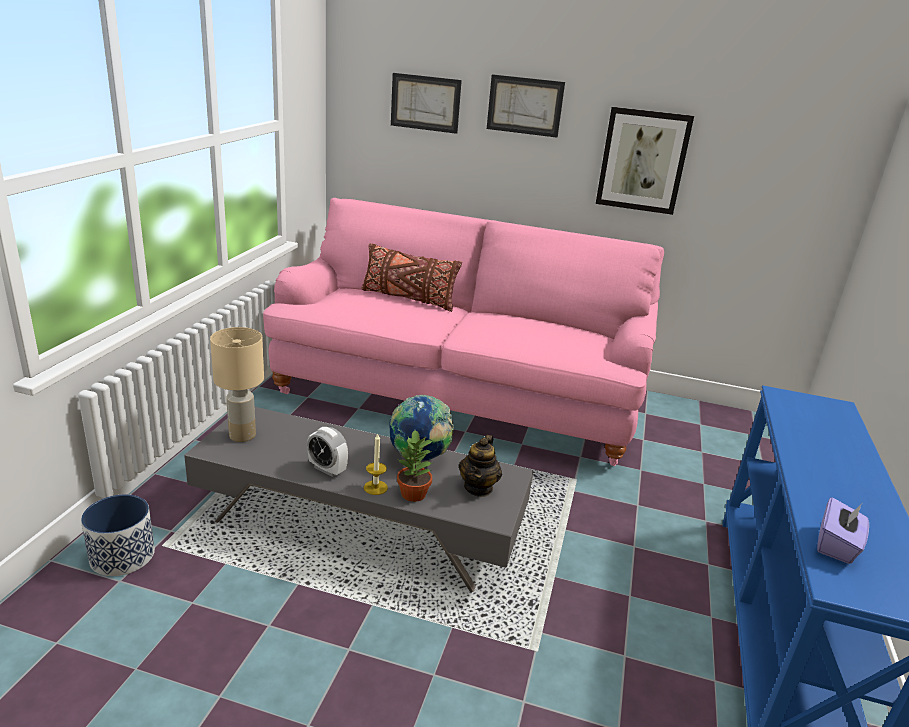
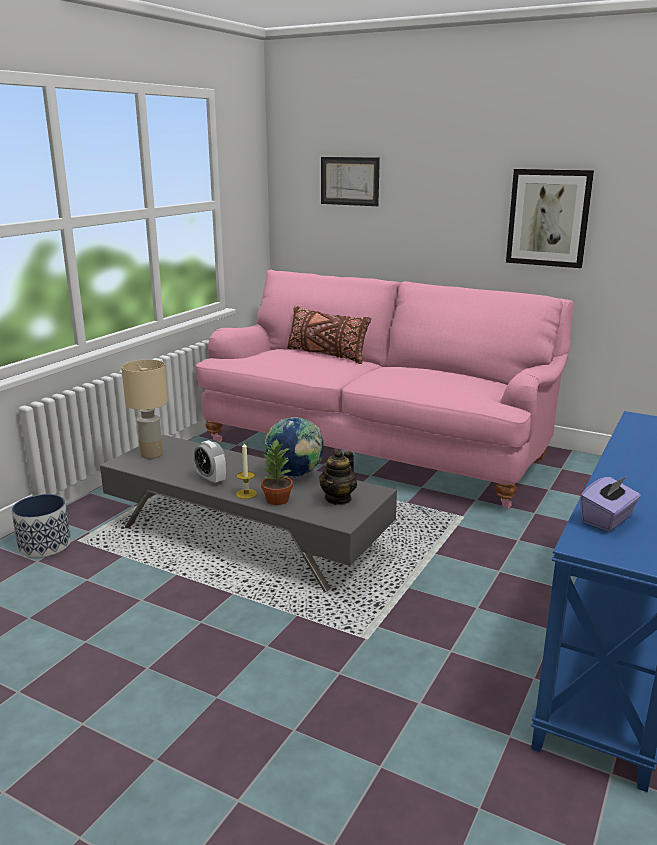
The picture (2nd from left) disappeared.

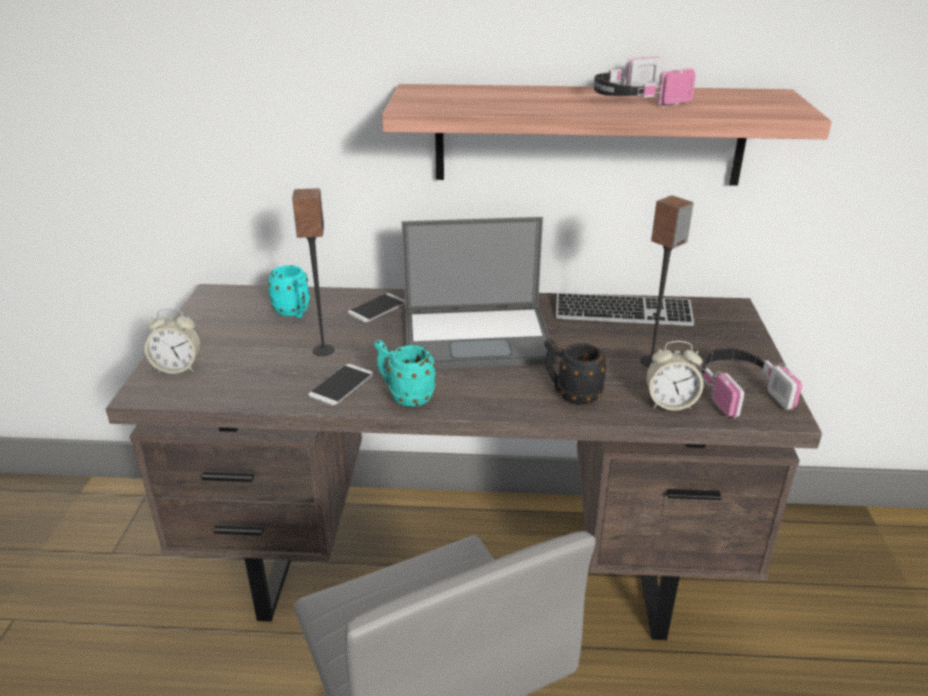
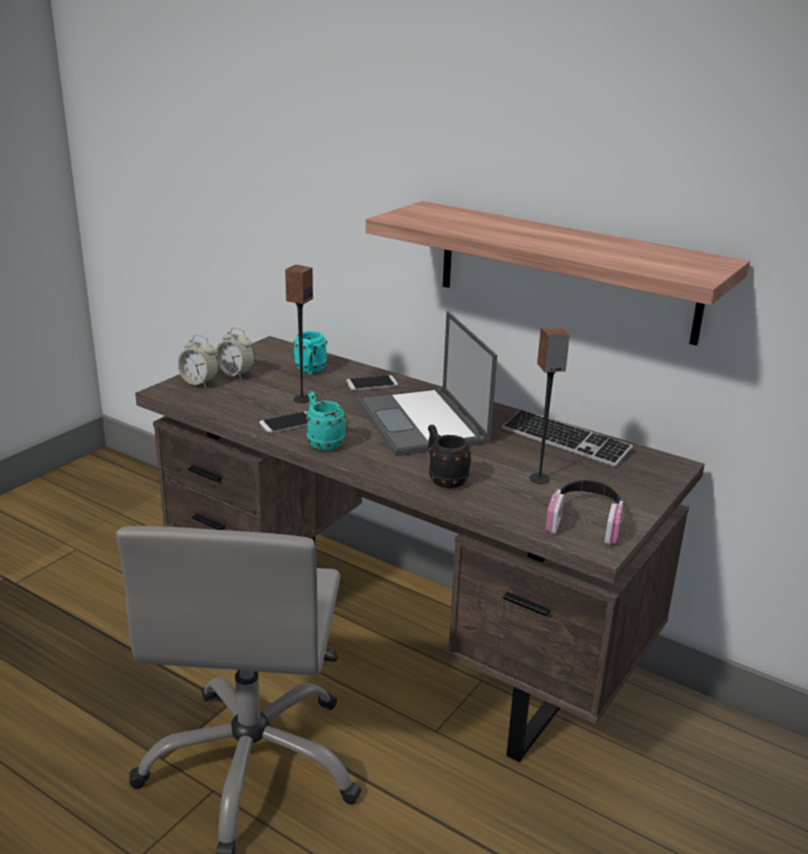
The headphones (1st from left) disappeared.
The alarm clock (2nd from left) moved.
The laptop turned 45 degrees clockwise.

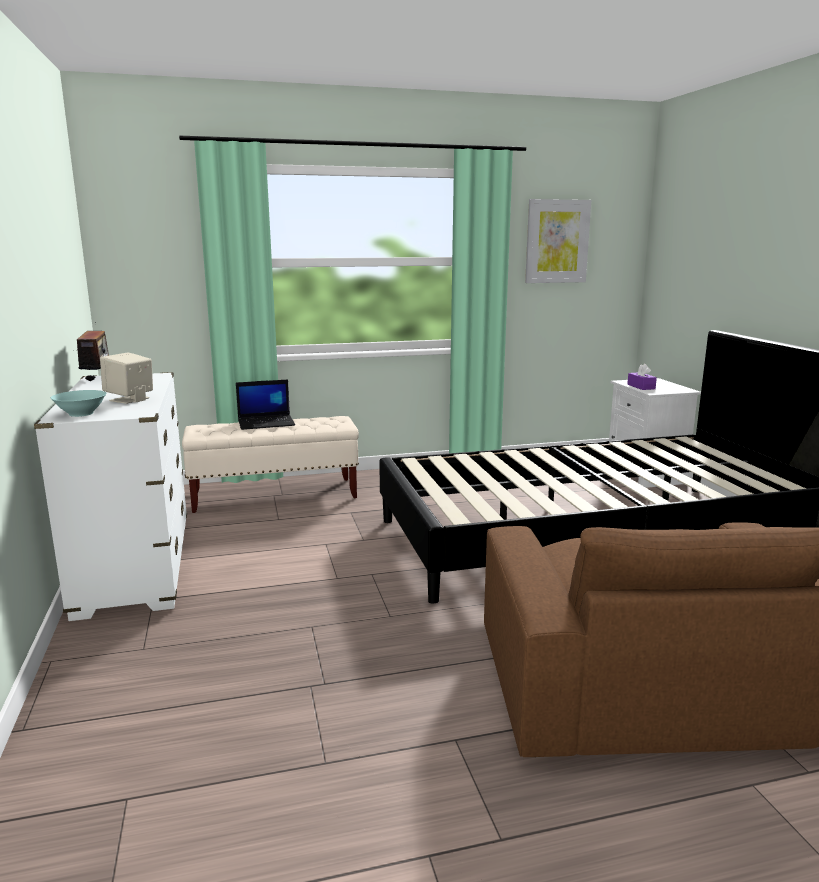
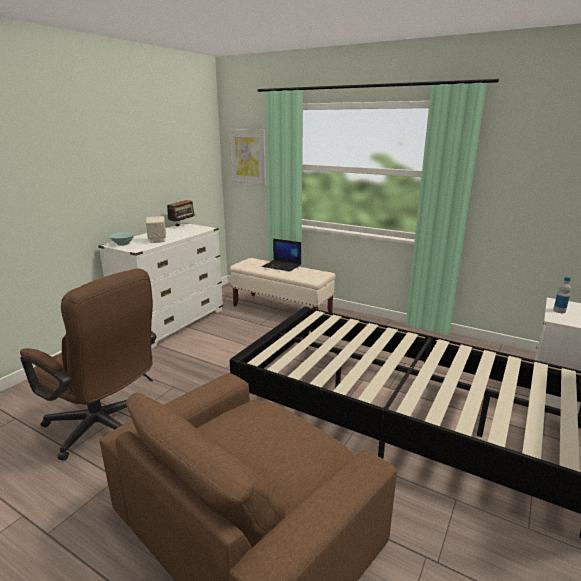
The brown office chair appeared.
The picture moved.
The purple tissue box was replaced by the bottle.

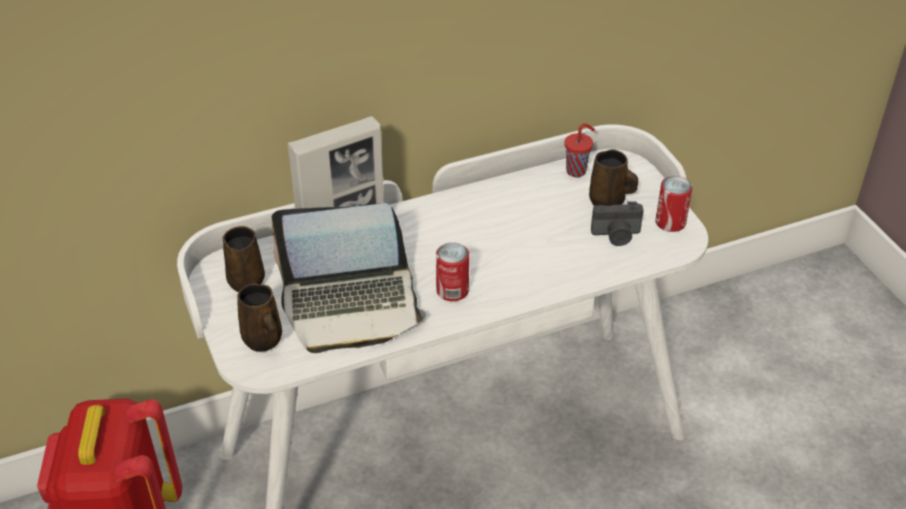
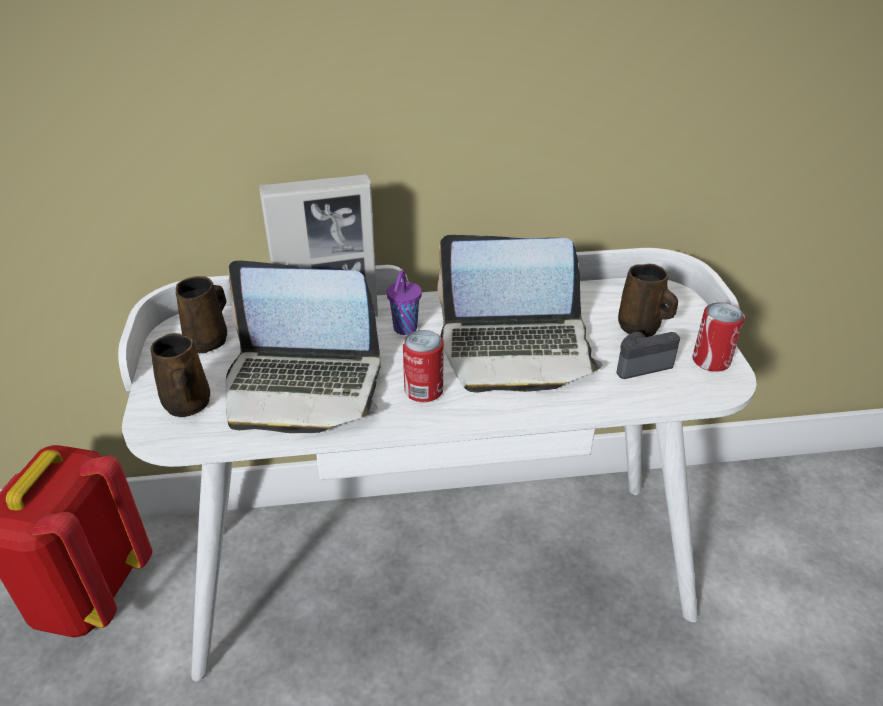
The red cup disappeared.
The purple cup appeared.
The laptop (2nd from left) appeared.
The photo camera turned 150 degrees clockwise.

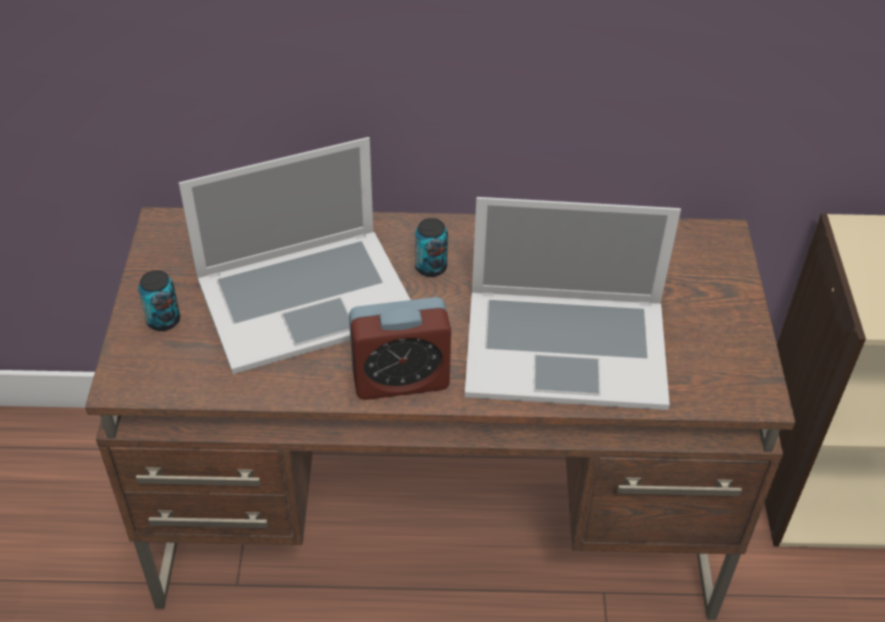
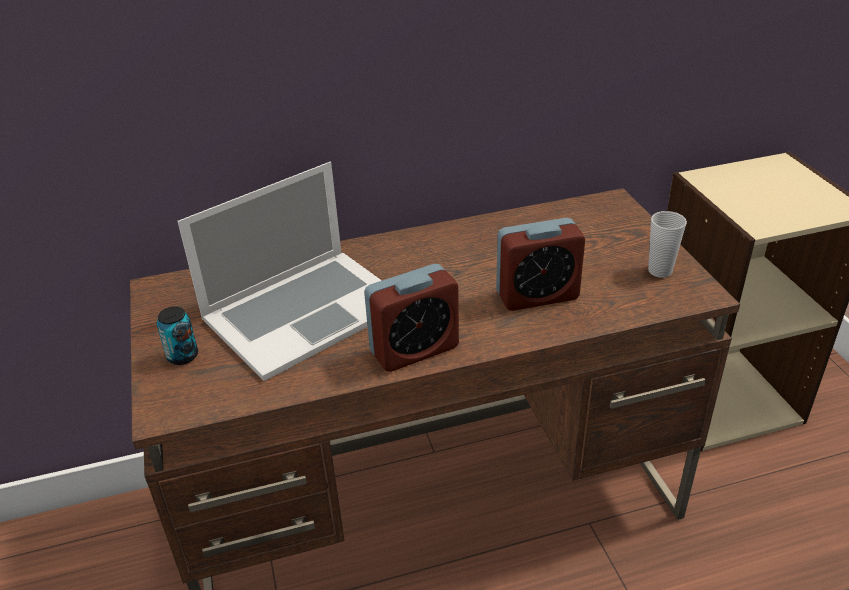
The can (2nd from left) disappeared.
The cup appeared.
The laptop (2nd from left) was replaced by the alarm clock (2nd from left).

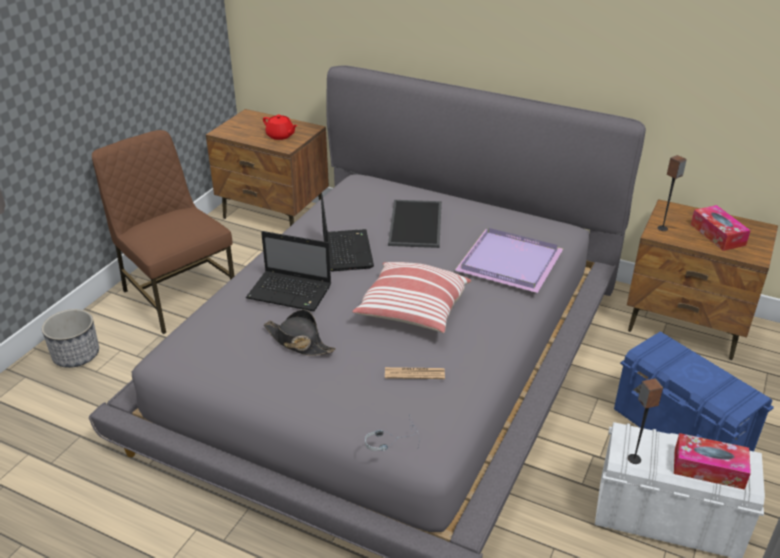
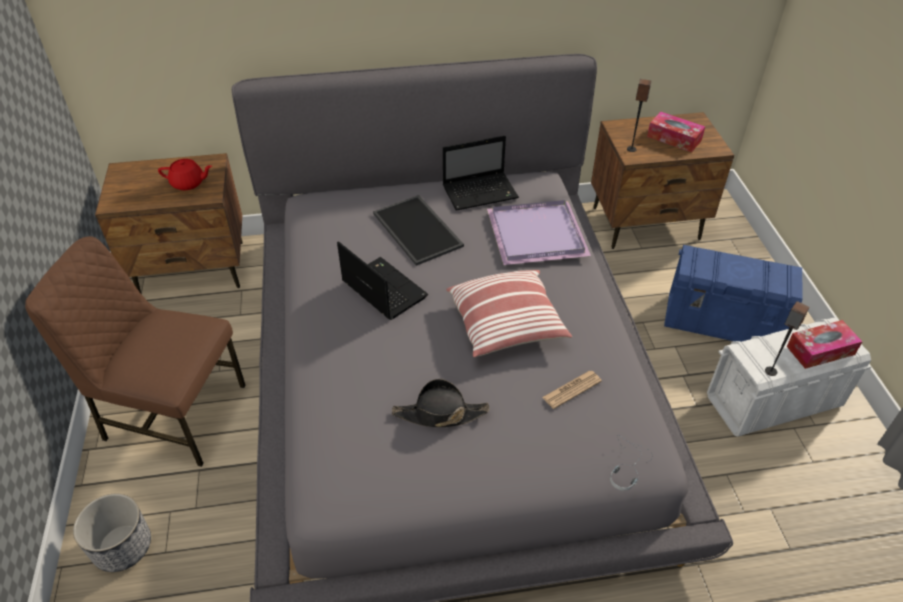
The laptop (1st from left in the first image) moved.

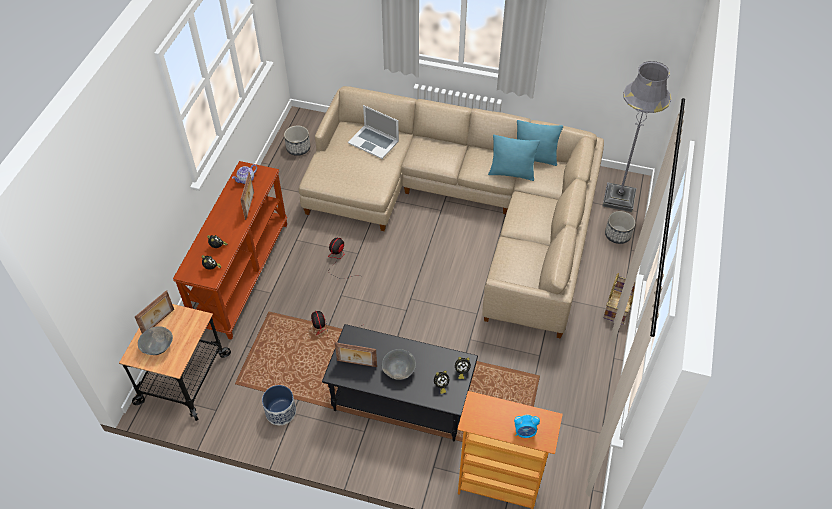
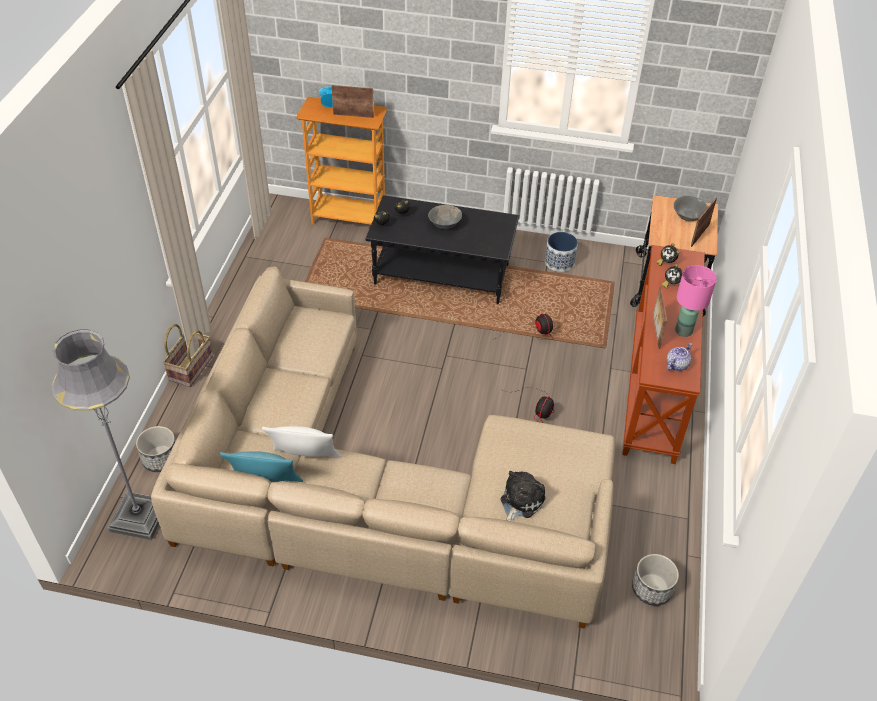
The pink table lamp appeared.
The picture frame (3rd from left in the first image) moved.
The laptop was replaced by the plush toy.
The turquoise pillow (1st from left) became the white pillow.

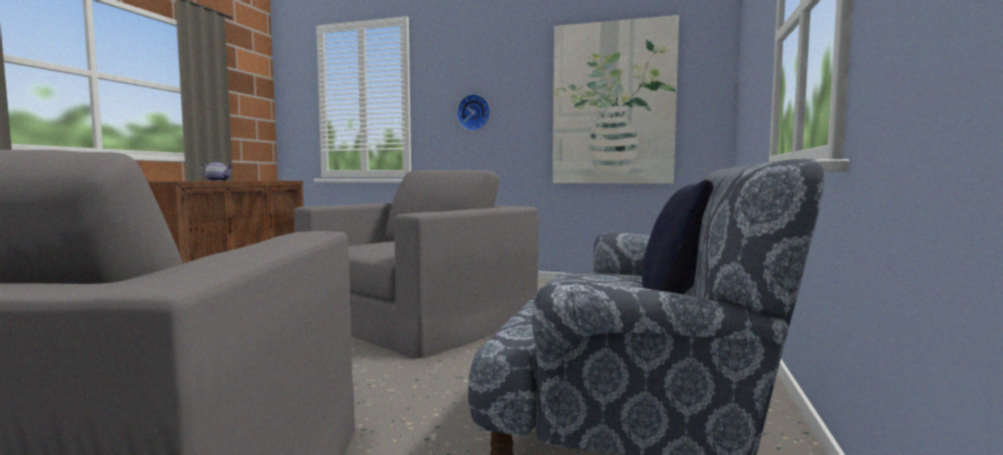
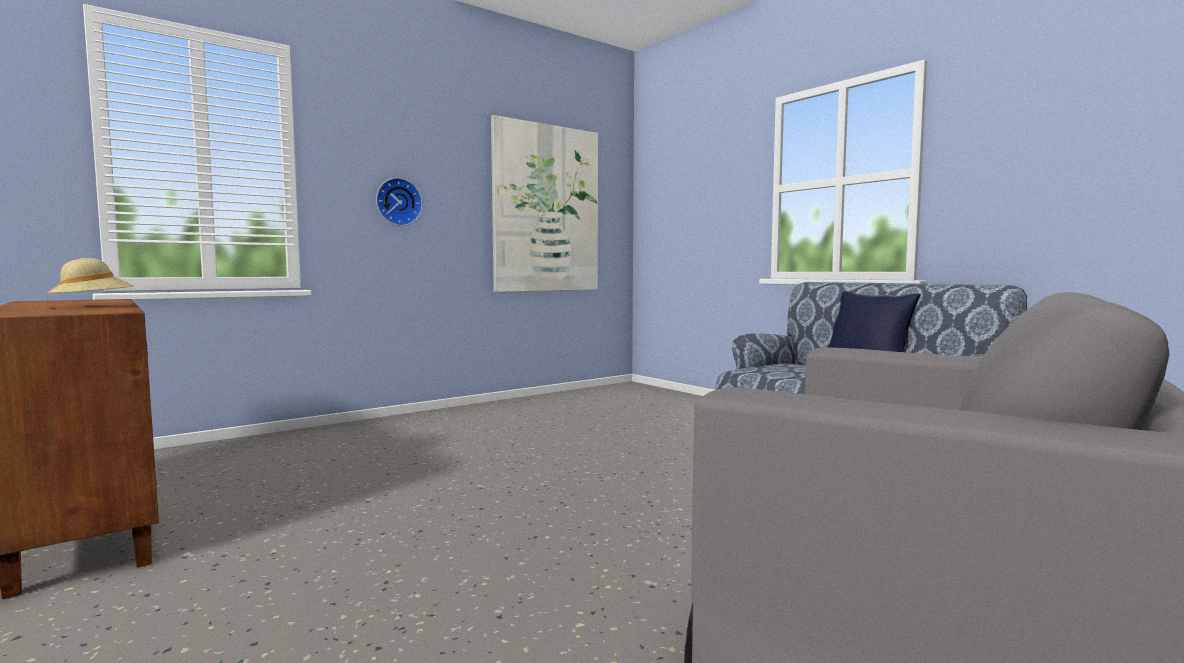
The grey armchair (2nd from left) disappeared.
The teapot was replaced by the beige hat.

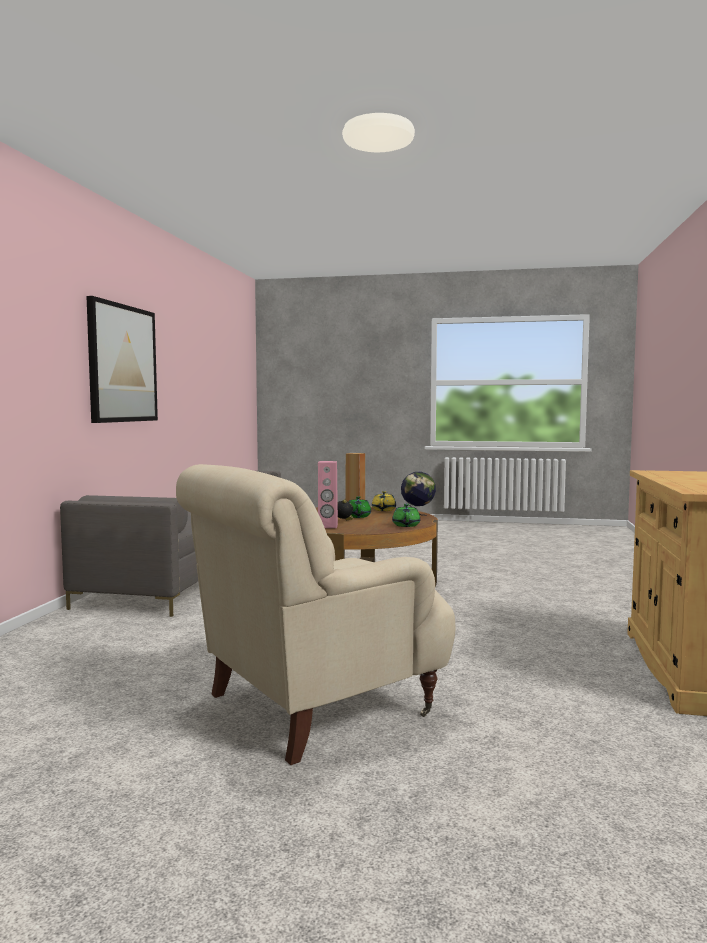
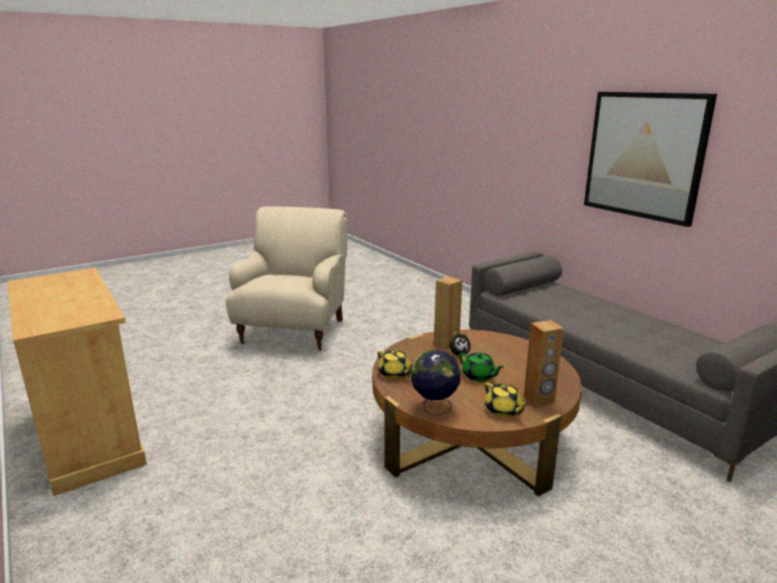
The pink speaker became the brown speaker (1st from left).
The green teapot (2nd from left) became the yellow teapot (1st from left).

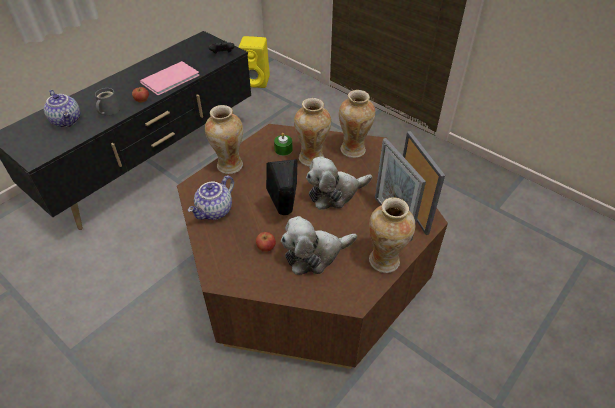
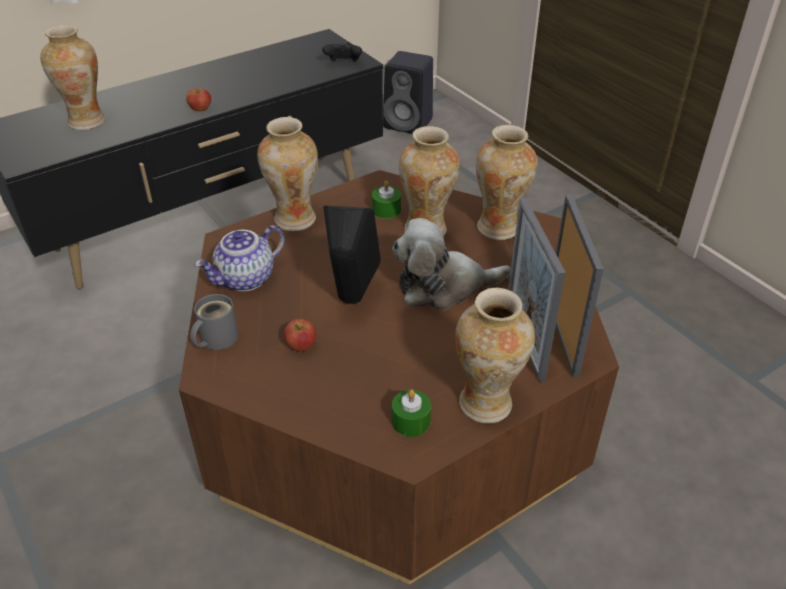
The pink book disappeared.
The plush toy (1st from left) disappeared.
The green candle (2nd from left) appeared.
The grey mug moved.
The teapot (1st from left) was replaced by the vase (1st from left).
The yellow speaker became the black speaker (2nd from left).

